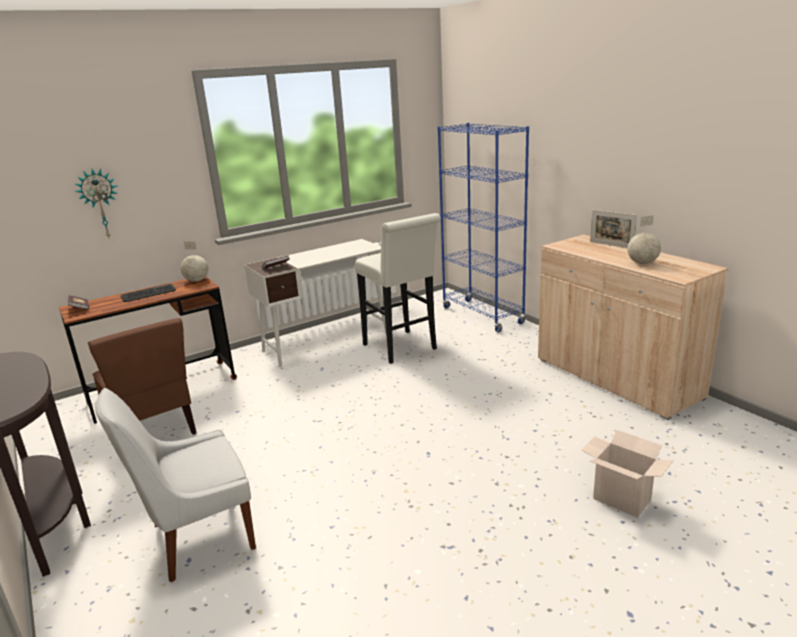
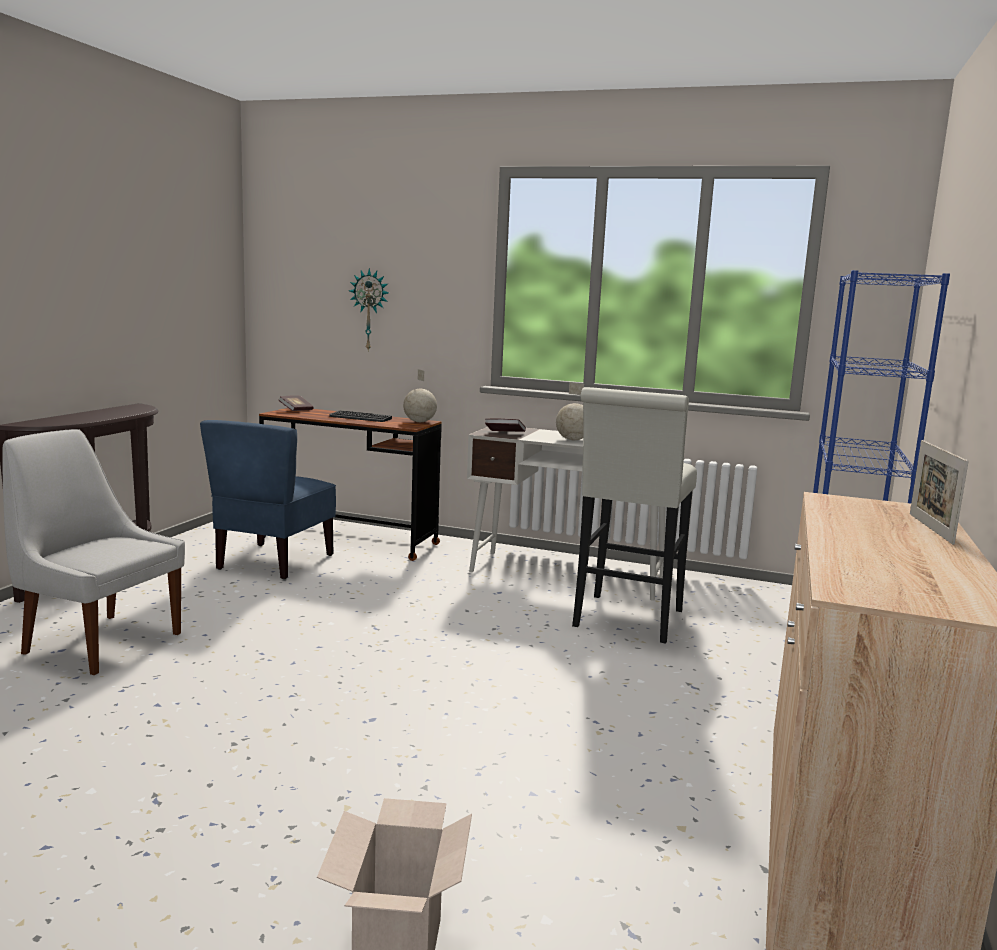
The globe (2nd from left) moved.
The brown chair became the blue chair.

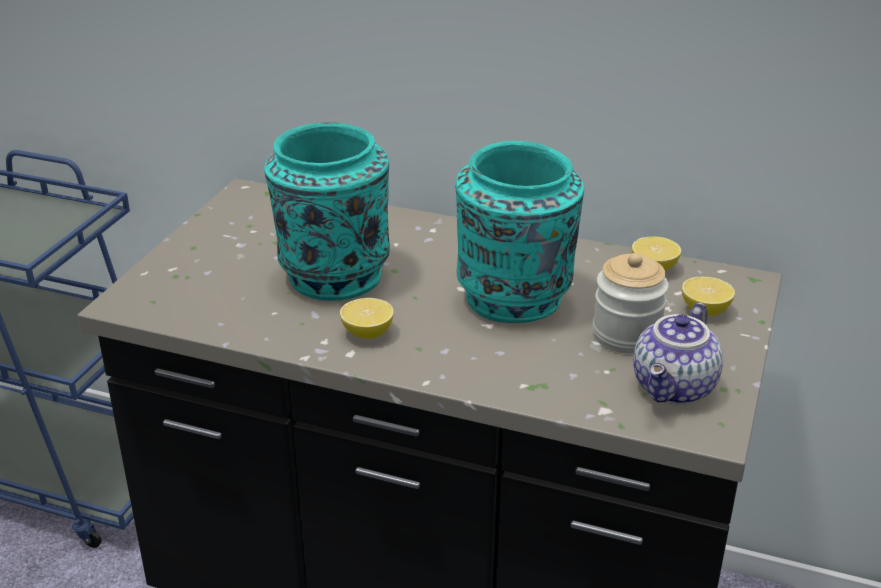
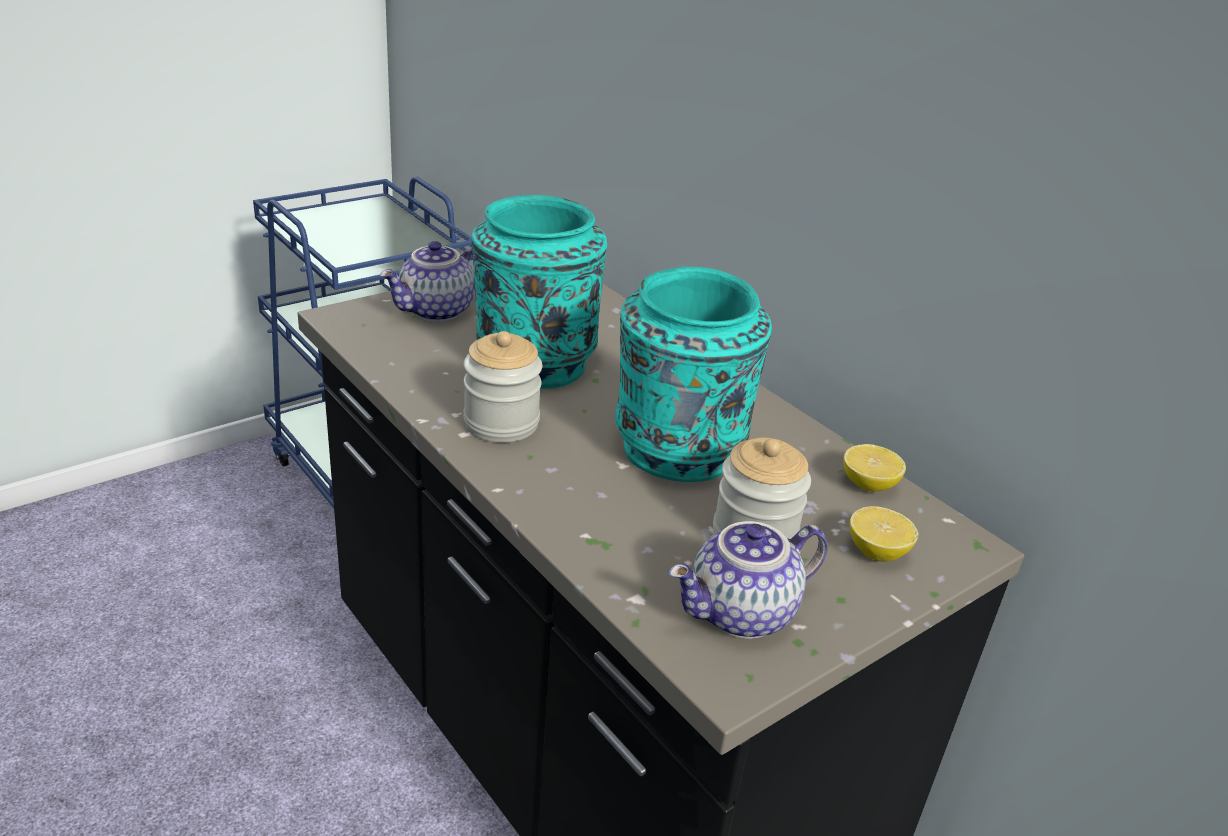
The teapot (1st from left) appeared.
The lemon (1st from left) was replaced by the jar (1st from left).

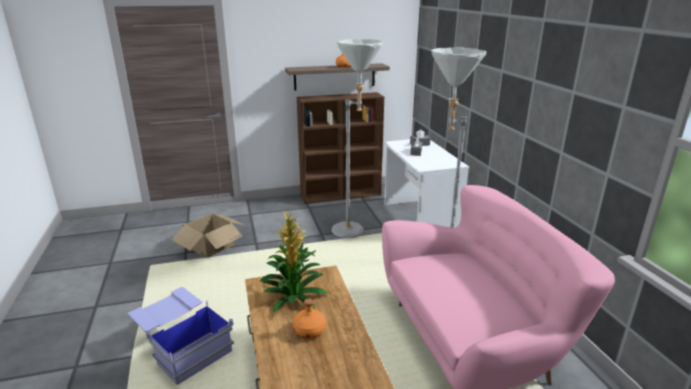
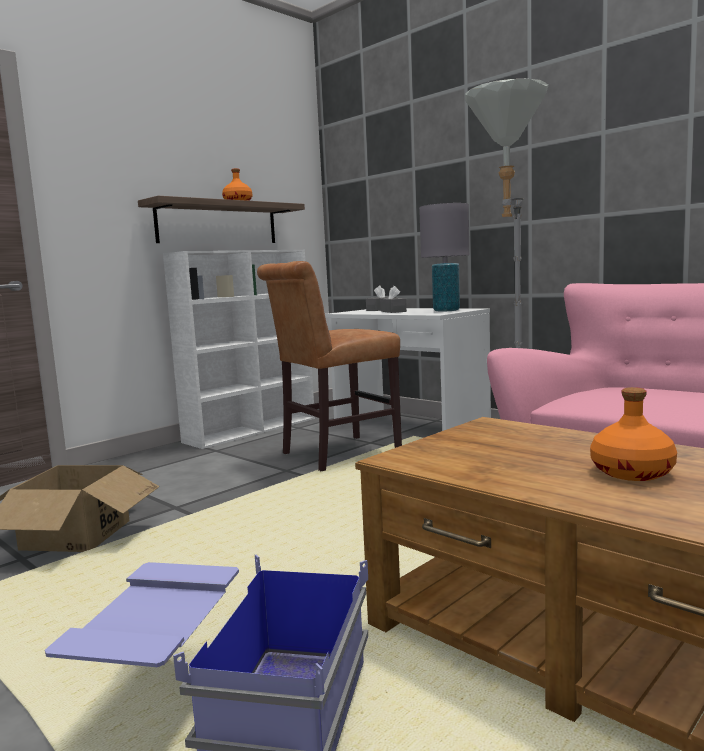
The potted plant disappeared.
The grey table lamp appeared.
The grey floor lamp (1st from left) was replaced by the brown chair.
The brown bookcase became the white bookcase.

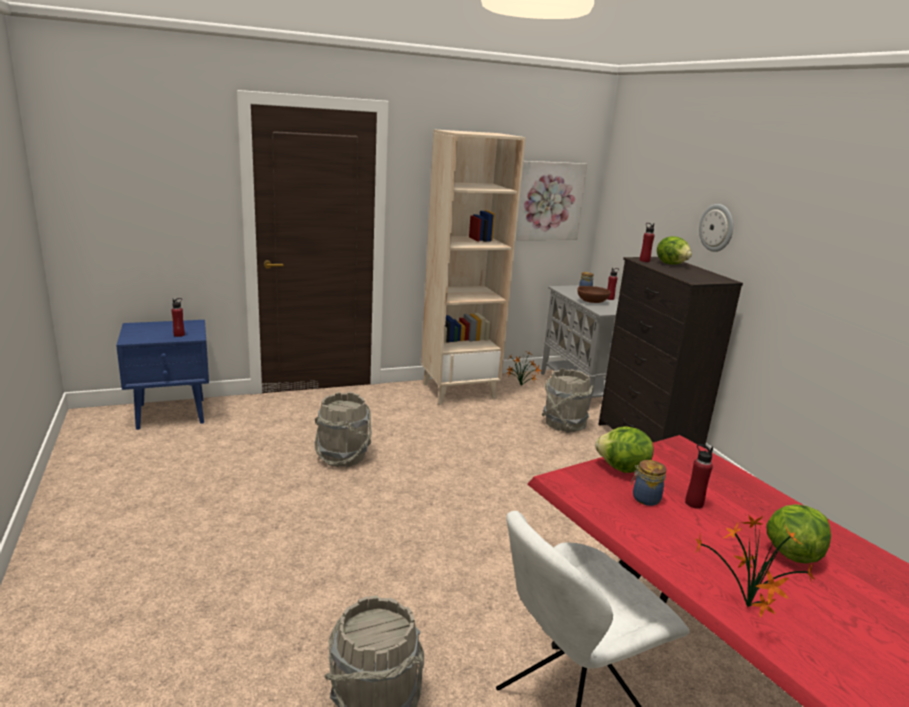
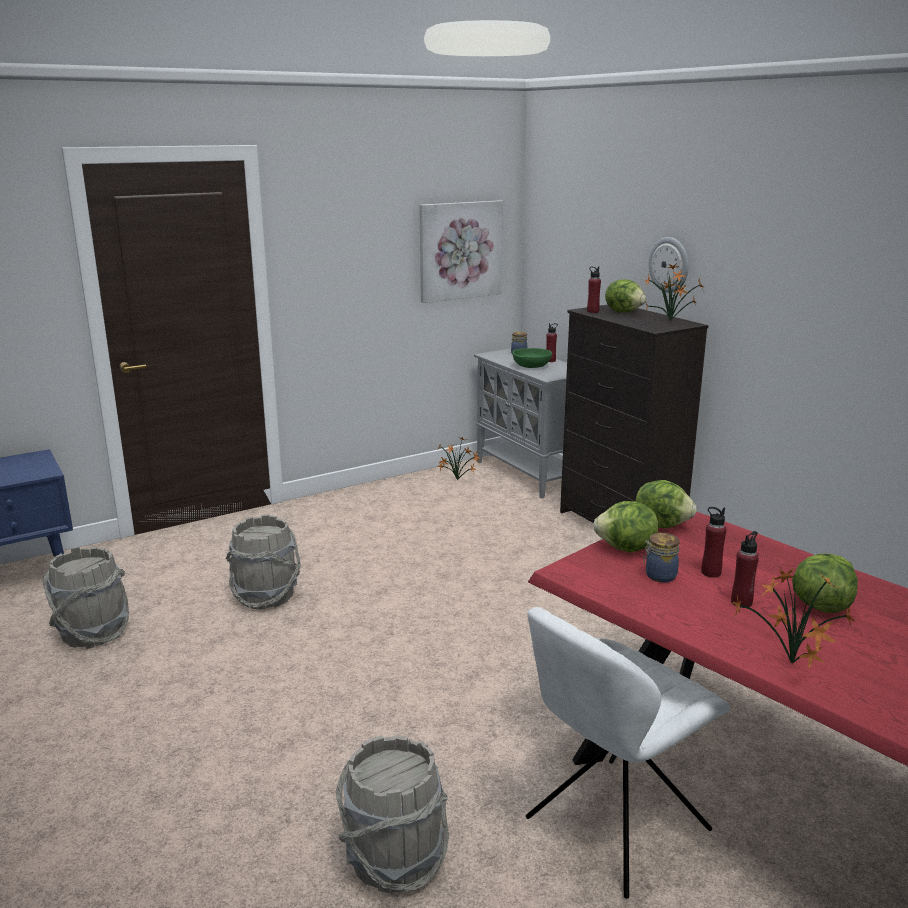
The beige bookcase disappeared.
The lettuce (3rd from left) appeared.
The potted plant (2nd from left) appeared.
The red bottle (1st from left in the first image) moved.
The grey bucket (3rd from left in the first image) moved.
The brown bowl became the green bowl.

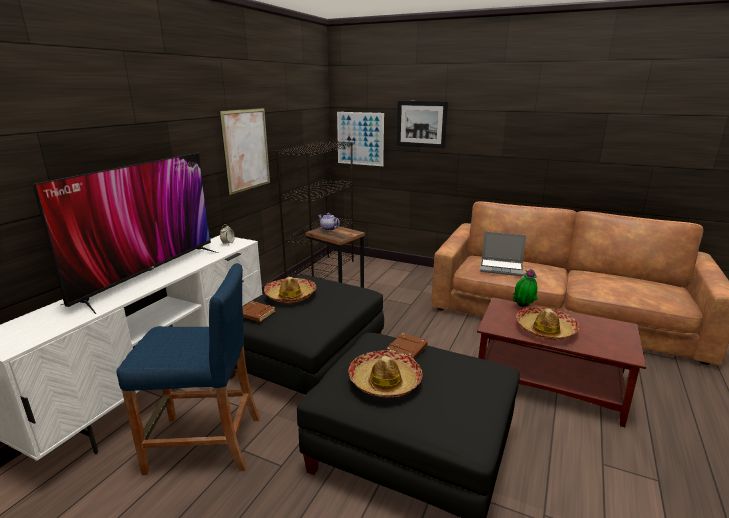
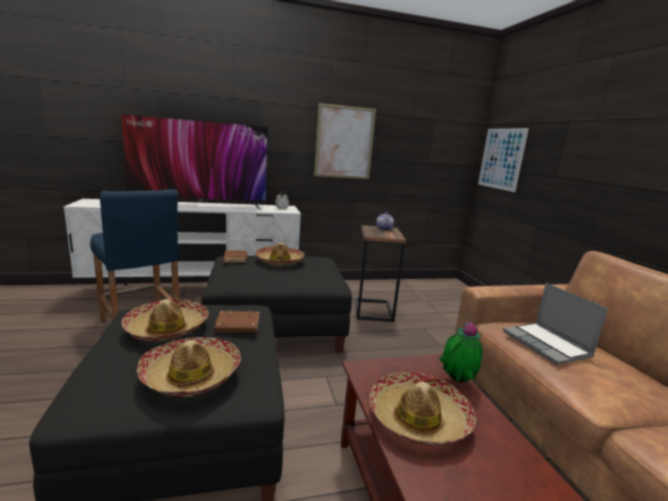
The black bookcase disappeared.
The picture (3rd from left) disappeared.
The hat (2nd from left) appeared.

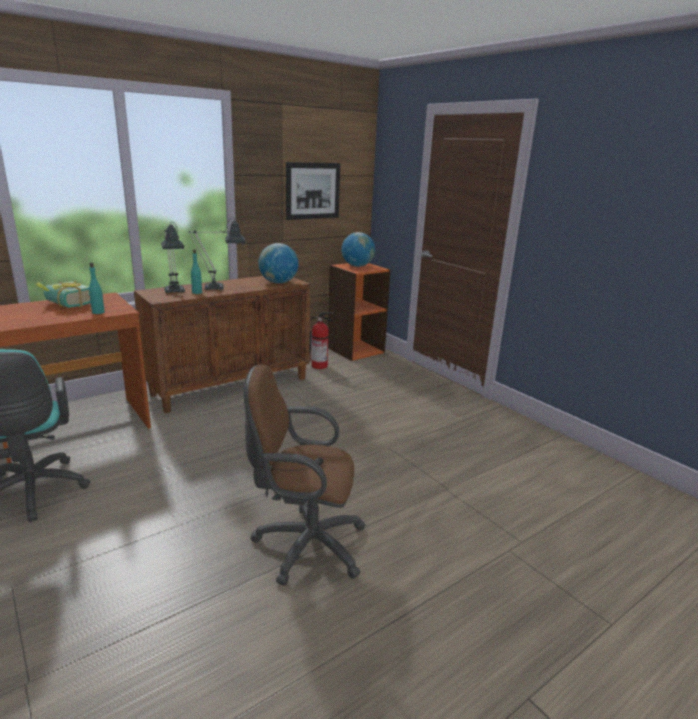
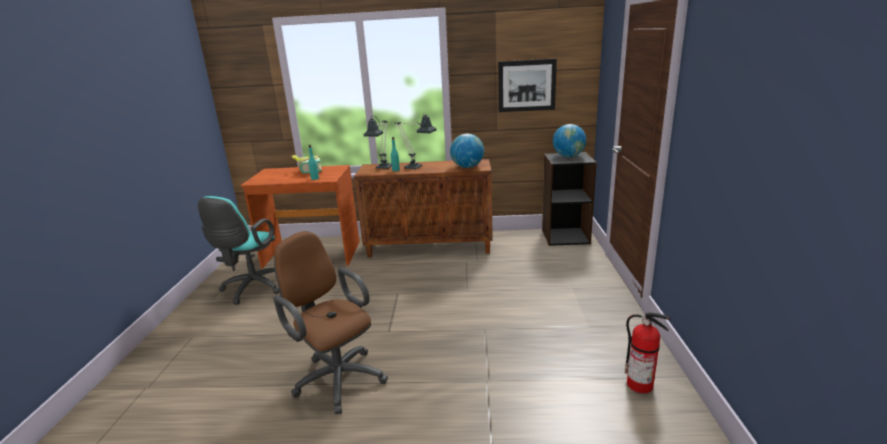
The fire extinguisher moved.
The orange bookcase became the black bookcase.

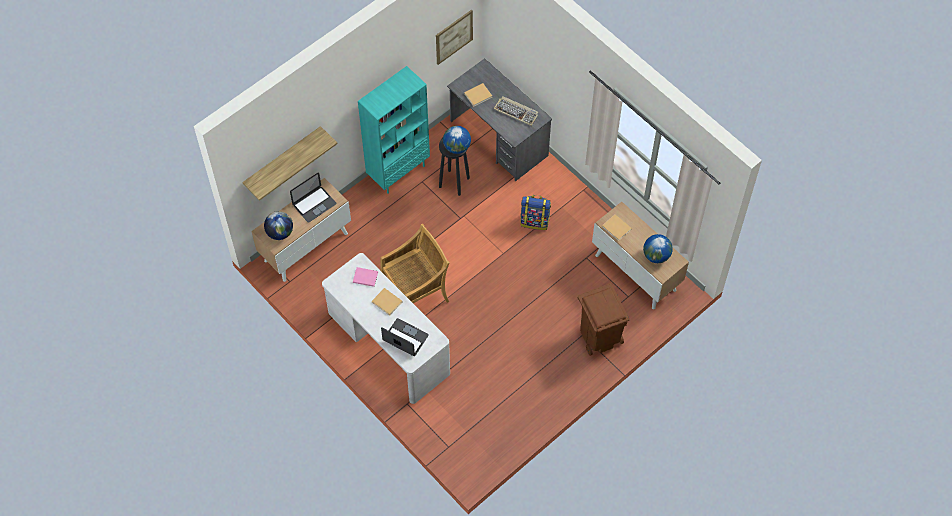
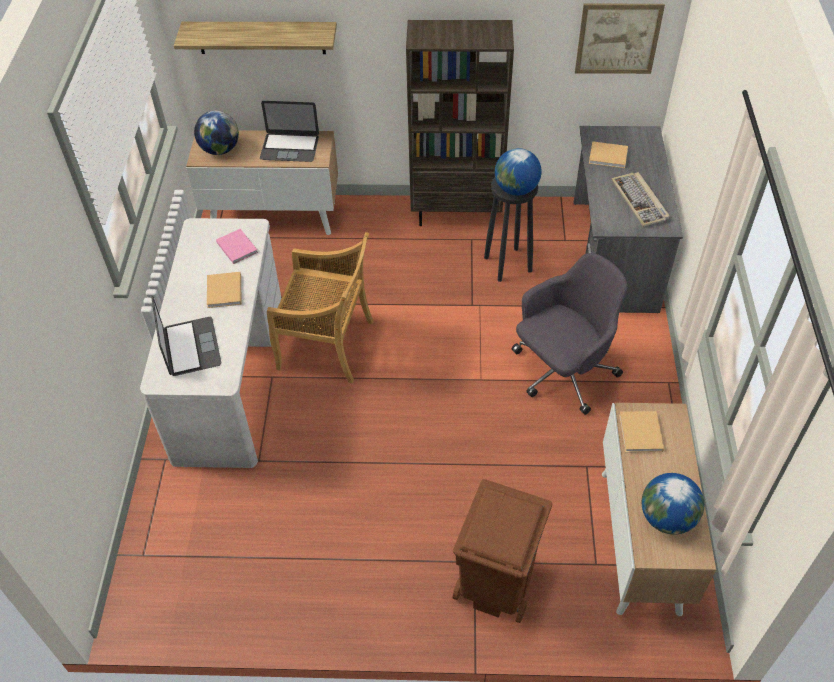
The backpack was replaced by the grey office chair.
The turquoise bookcase became the brown bookcase.

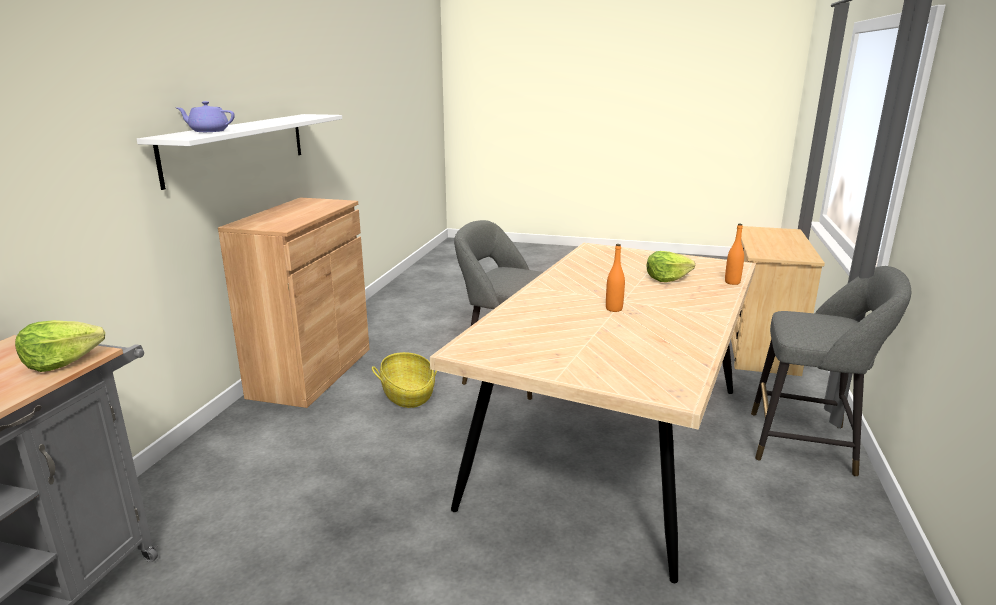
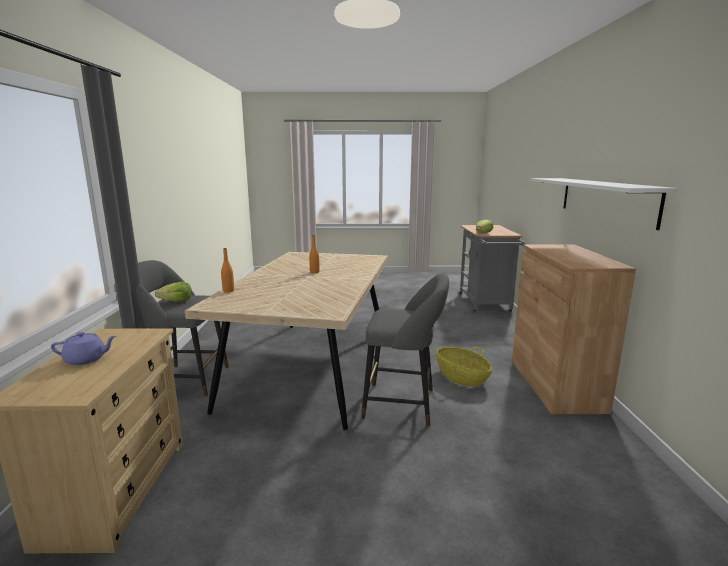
The purple teapot moved.
The lettuce (2nd from left in the first image) moved.

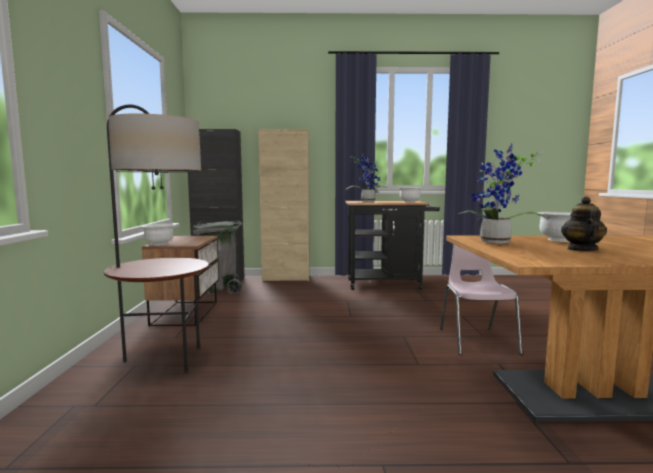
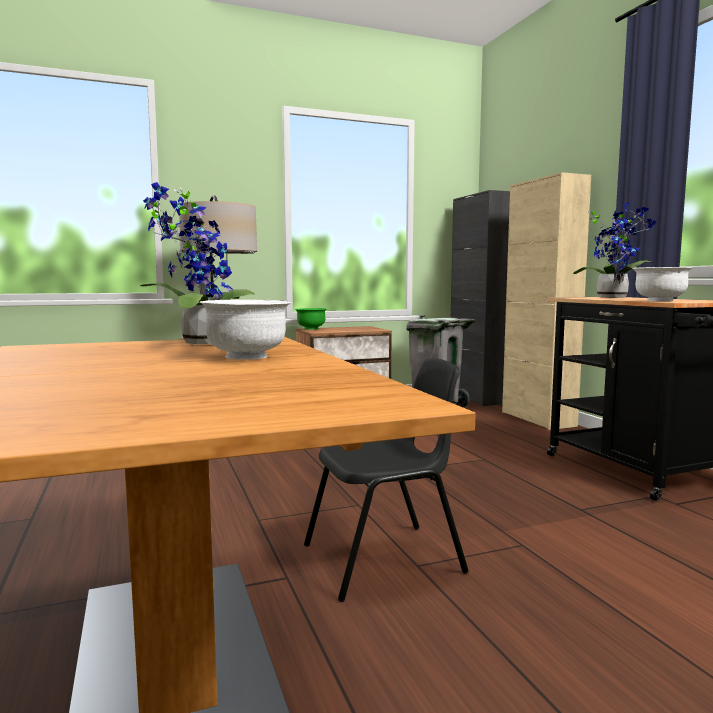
The teapot disappeared.
The white bowl (1st from left) became the green bowl.
The pink chair became the black chair.

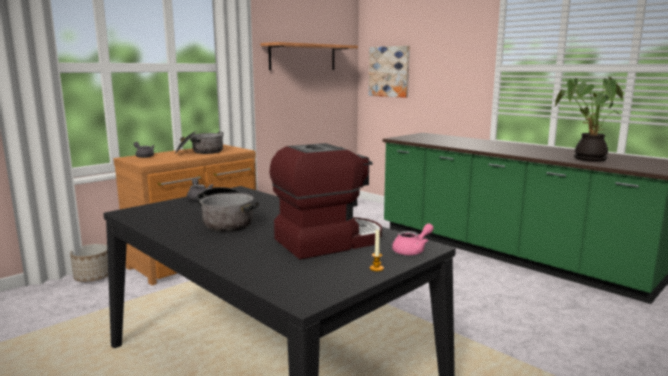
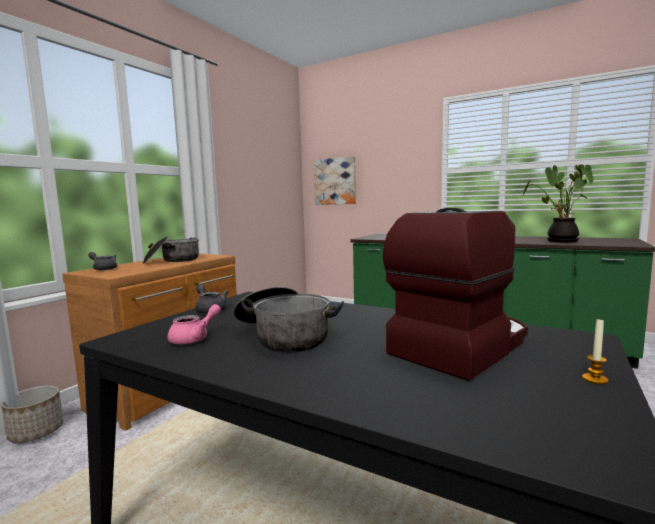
The shelf disappeared.
The pink teapot moved.

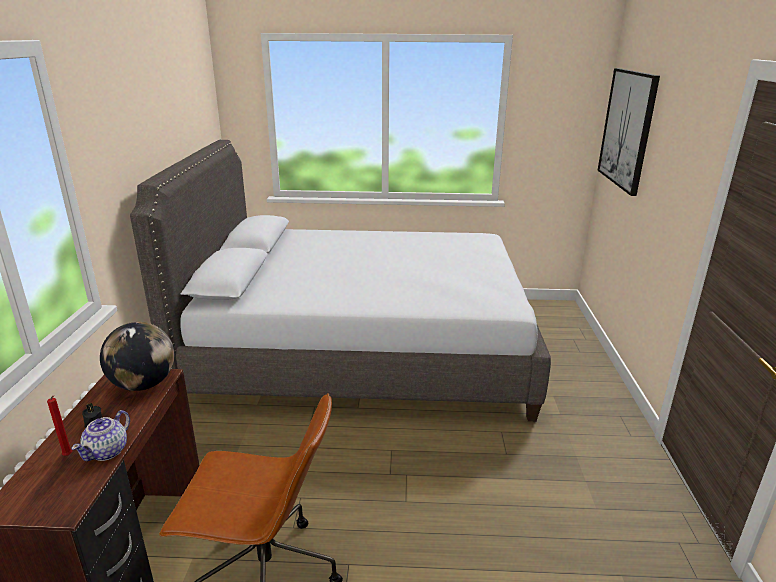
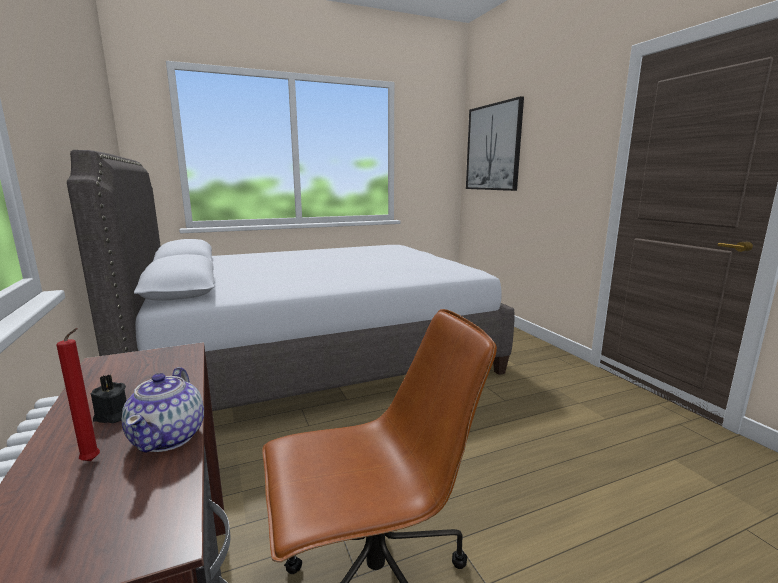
The globe disappeared.

